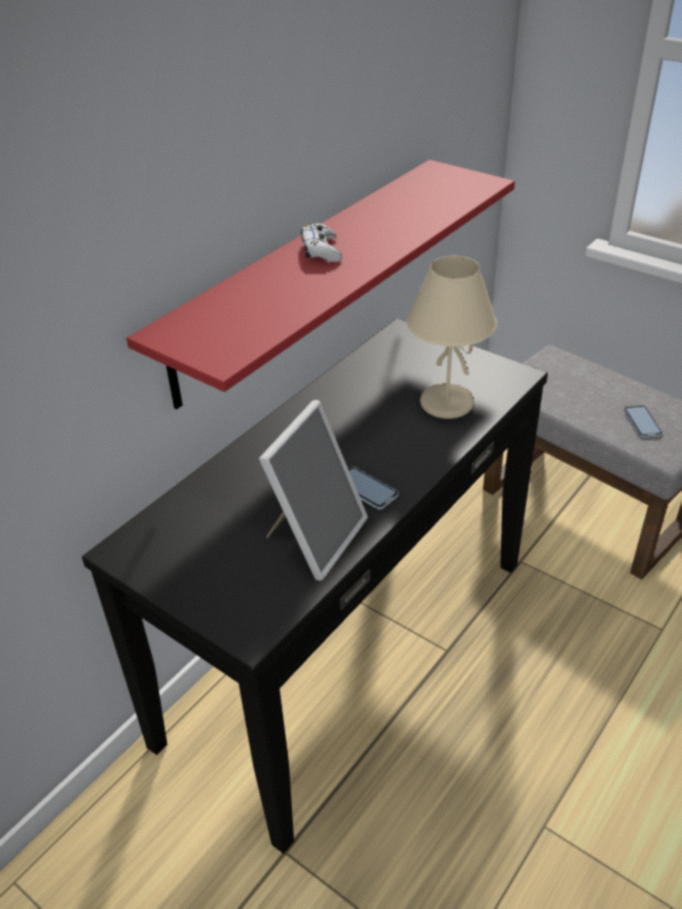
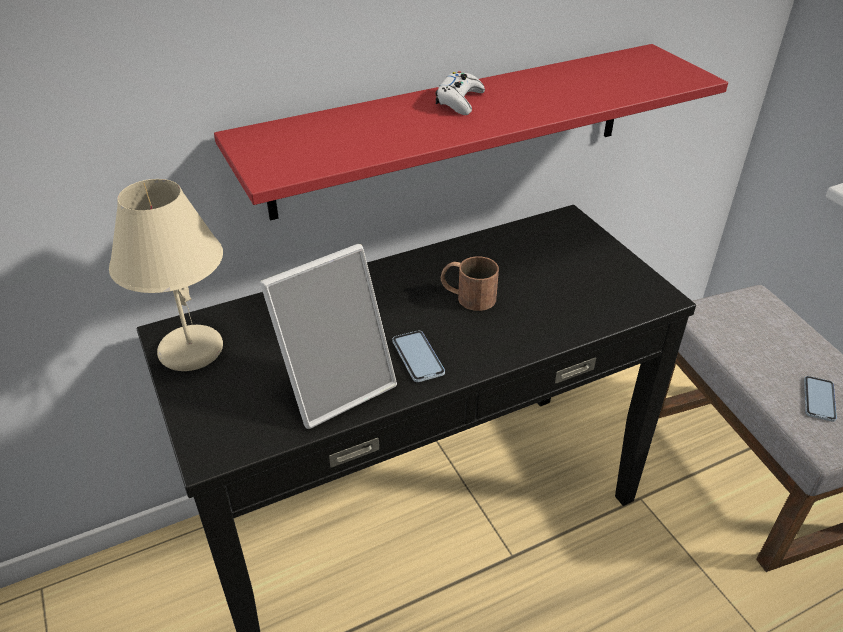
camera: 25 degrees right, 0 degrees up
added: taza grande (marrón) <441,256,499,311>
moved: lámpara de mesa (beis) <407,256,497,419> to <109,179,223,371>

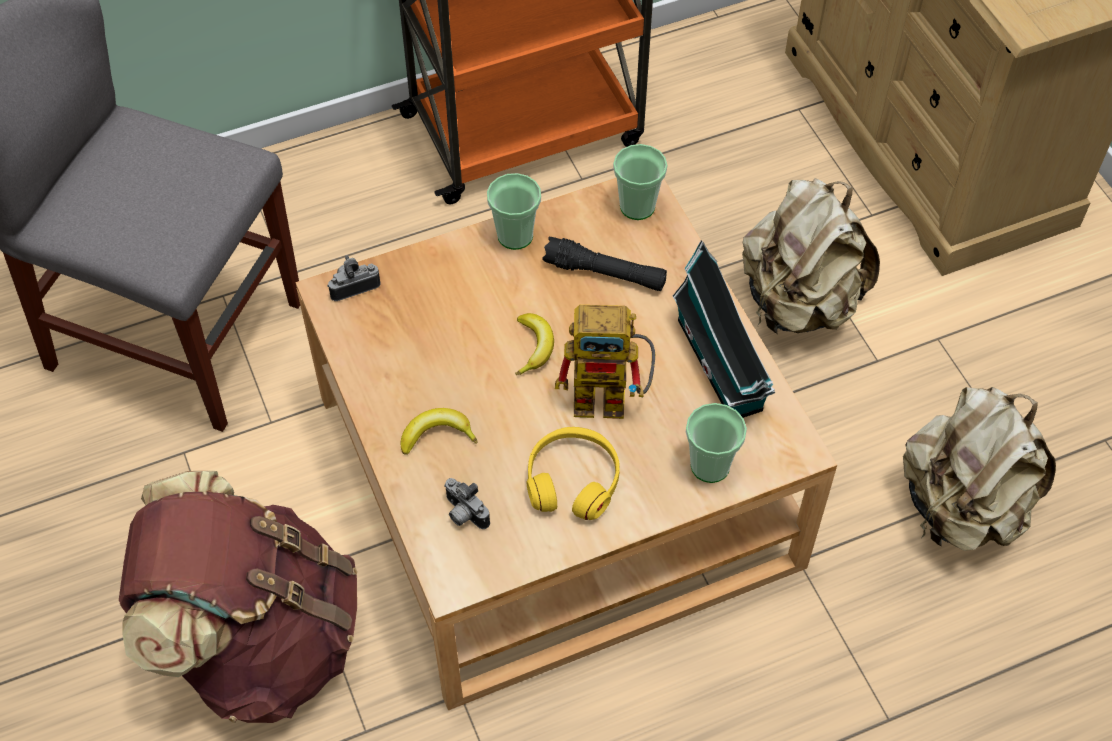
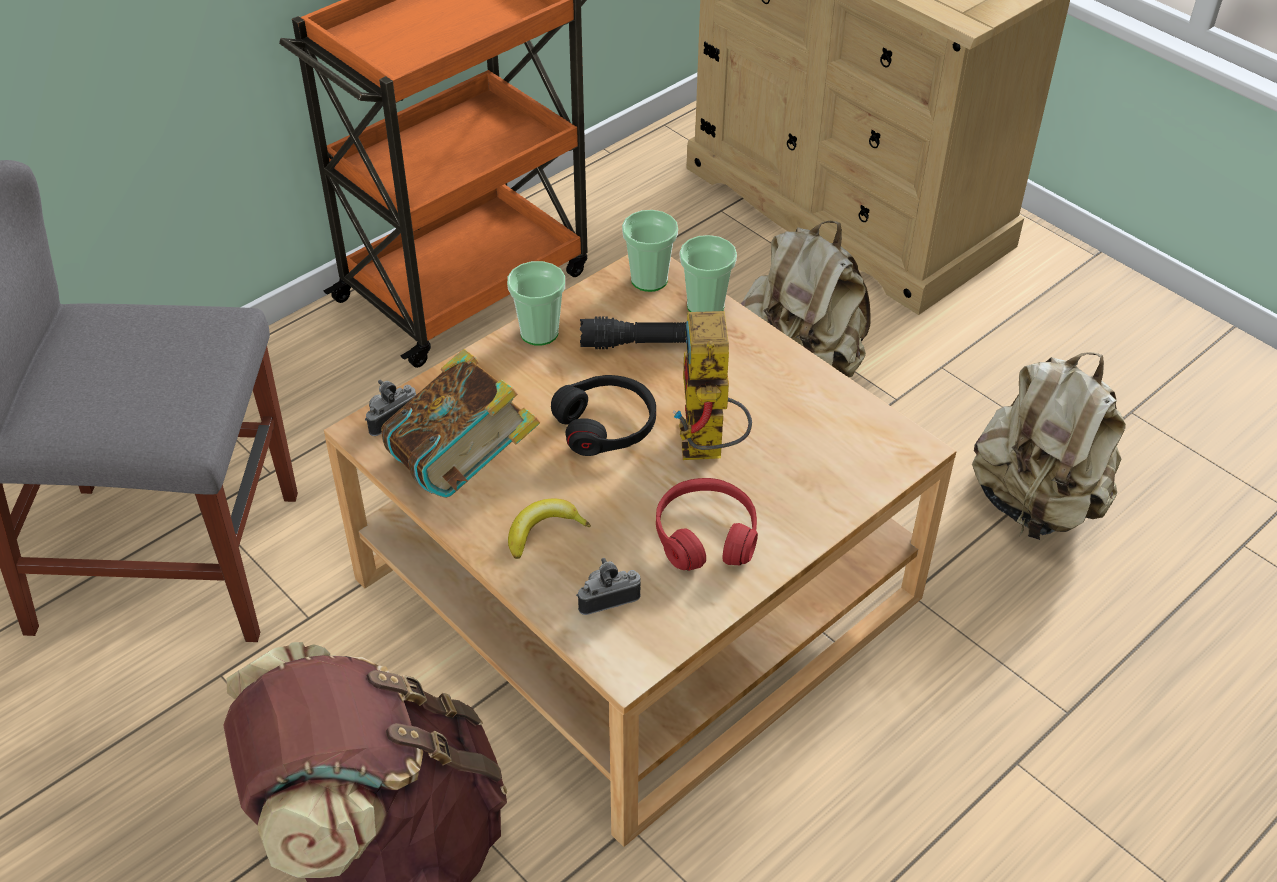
camera: 20 degrees left, 10 degrees down
removed: casita <673,241,775,418>
added: libro <381,349,540,498>
moved: taza <686,403,747,483> to <680,235,737,312>
replaced: plátano <515,313,554,375> to auriculares (negro) <551,375,656,456>
recoloured: auriculares (amarillo) <527,427,620,520> to auriculares (rojo) <656,478,758,571>
turned: cámara <444,478,490,529> = <576,558,641,615> 135 degrees clockwise; robot de juguete <555,305,655,419> = <673,311,752,460> 105 degrees clockwise

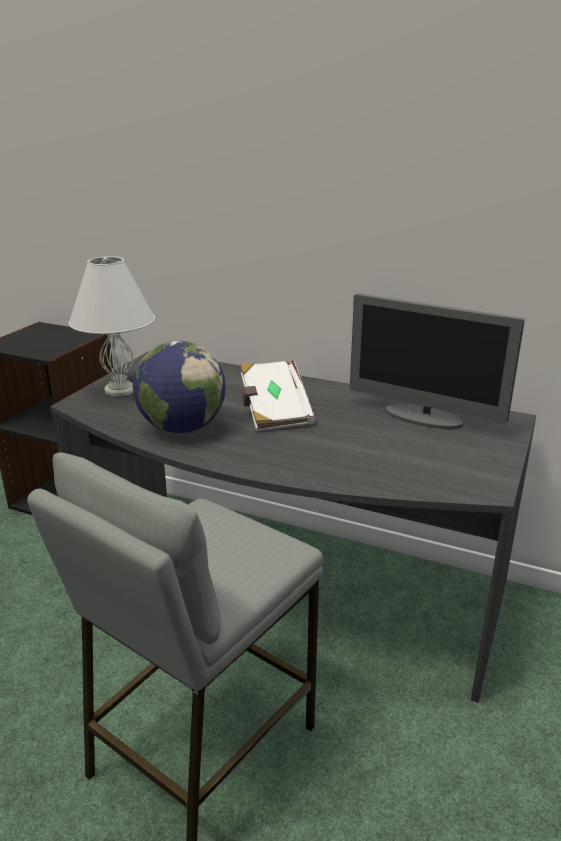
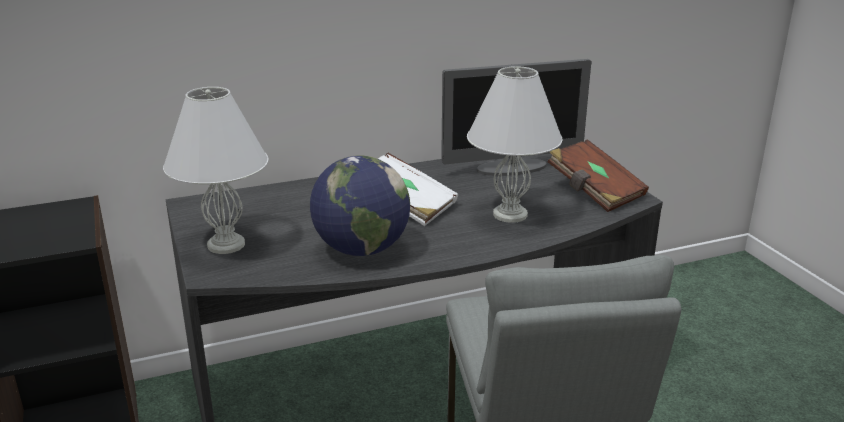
camera: 45 degrees left, 0 degrees up
added: lámpara de mesa (blanco) <467,66,563,223>; libro (marrón) <547,139,649,212>

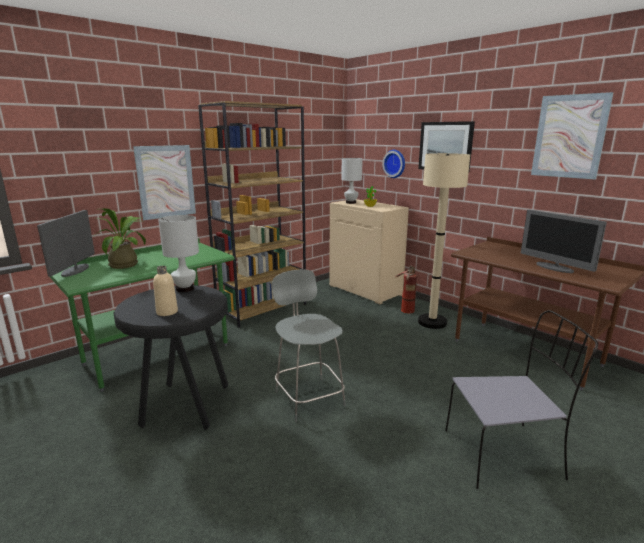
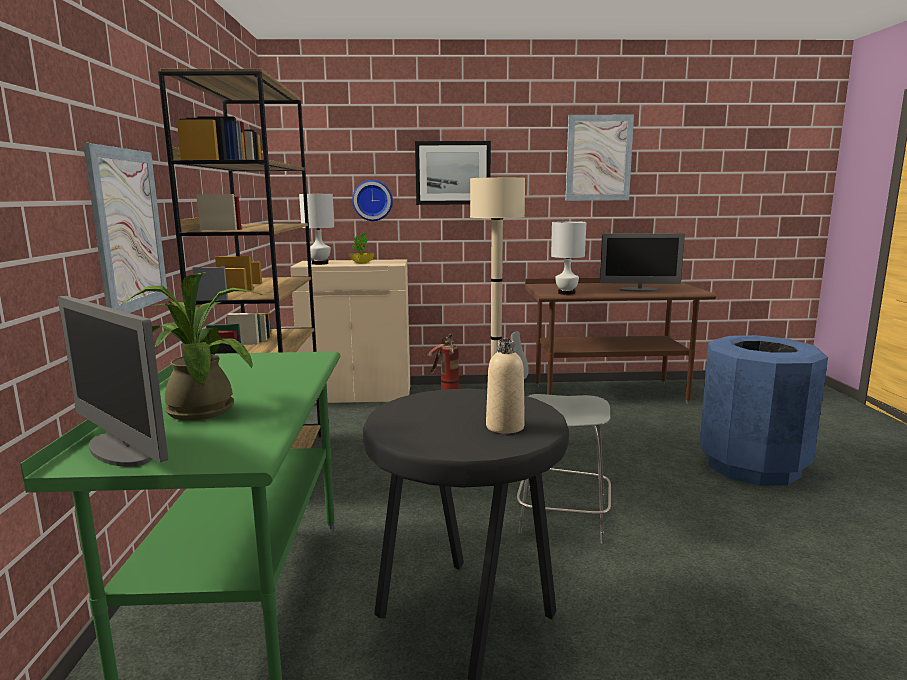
camera: 50 degrees left, 5 degrees down
moved: lámpara de mesa (blanco) <158,215,199,292> to <551,221,586,295>
replaced: silla (gris) <445,310,598,489> to papelera (azul) <700,335,828,486>

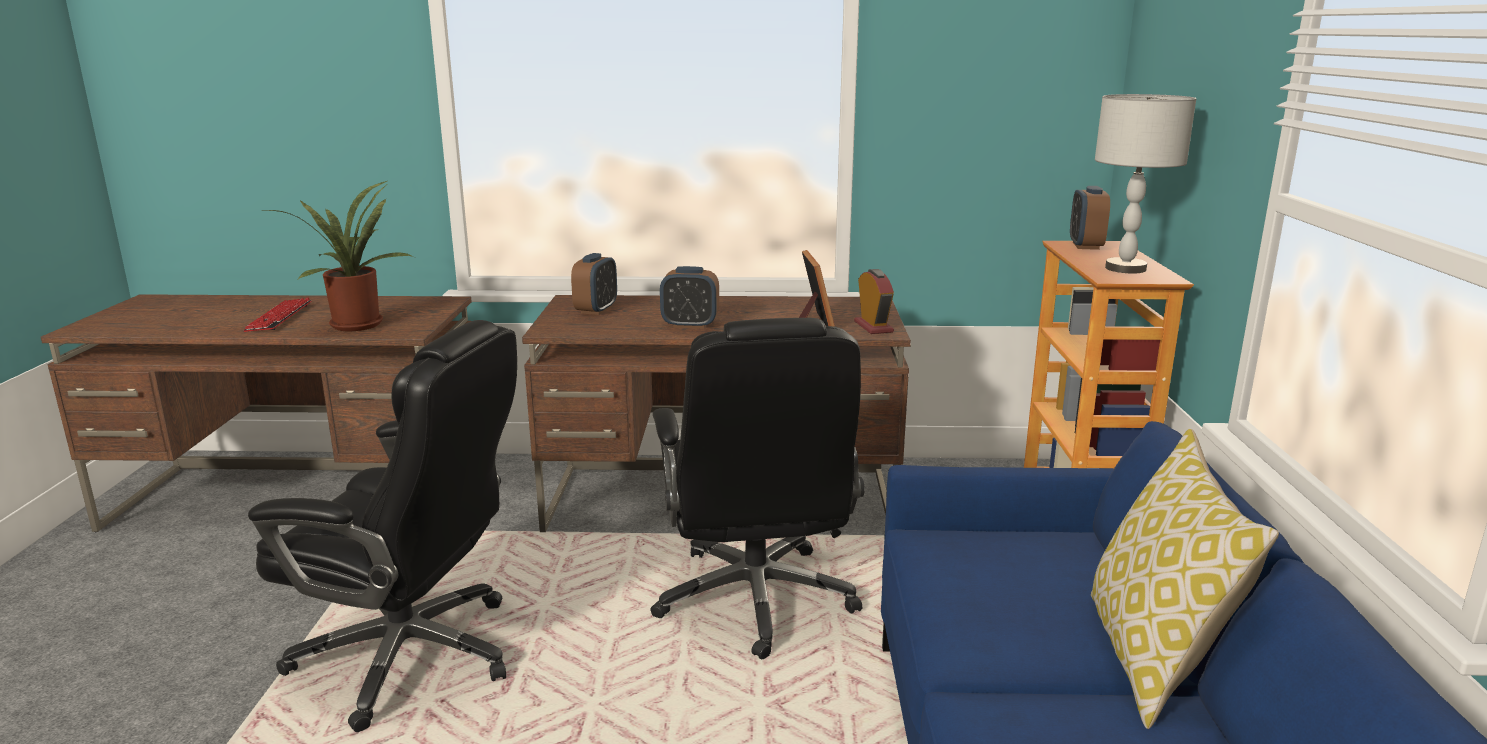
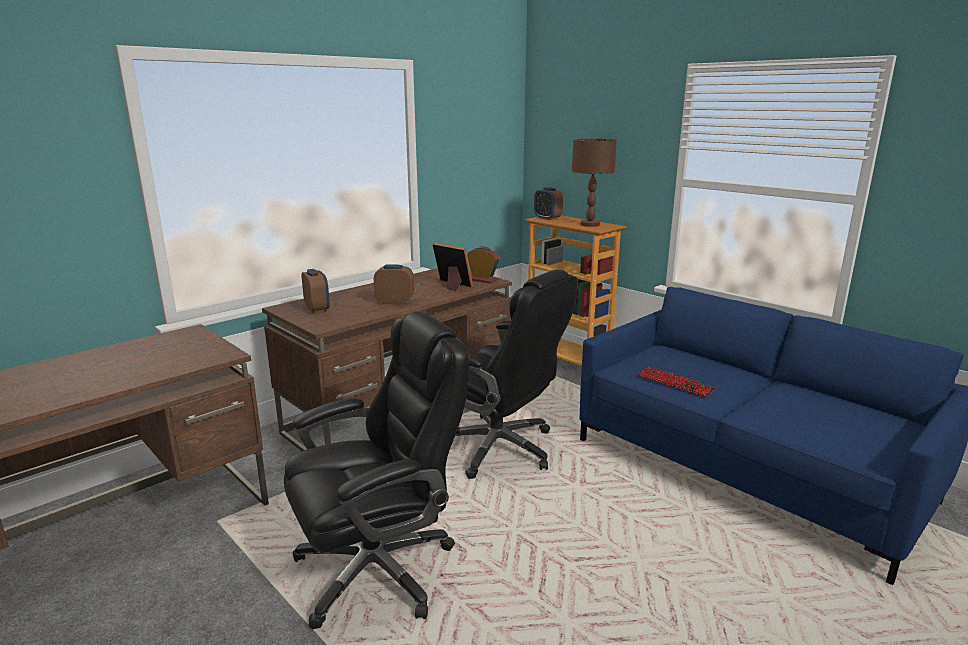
camera: 45 degrees left, 0 degrees up
removed: planta en maceta <265,181,414,331>; cojín <1091,428,1279,729>
moved: teclado <243,298,312,332> to <637,366,715,398>
recoloured: lámpara de mesa (gris) <1095,94,1197,273> to lámpara de mesa (marrón) <572,139,617,227>
turned: despertador <660,266,719,329> = <374,264,414,305> 135 degrees counterclockwise

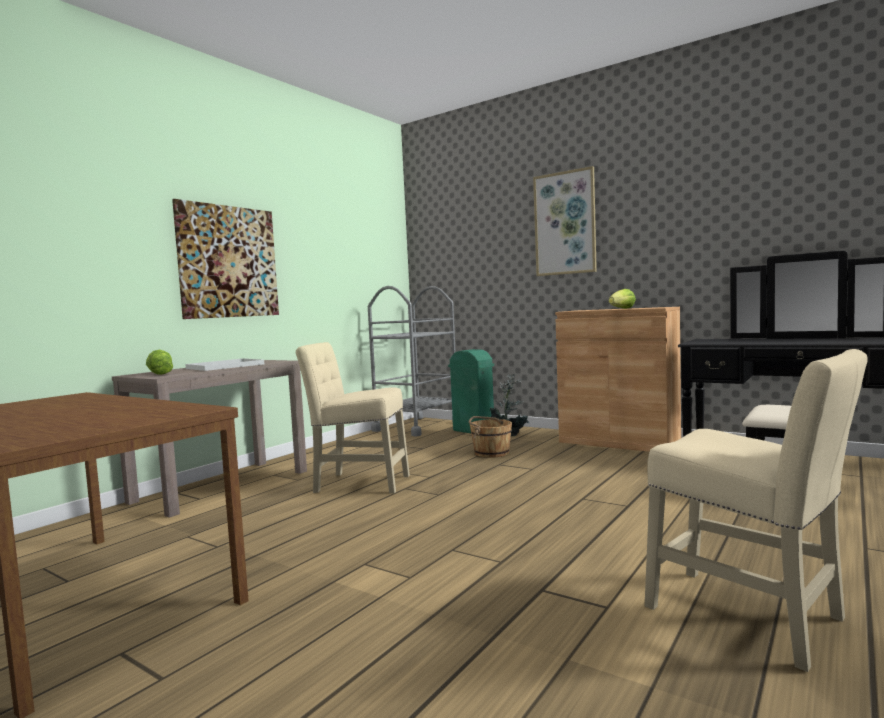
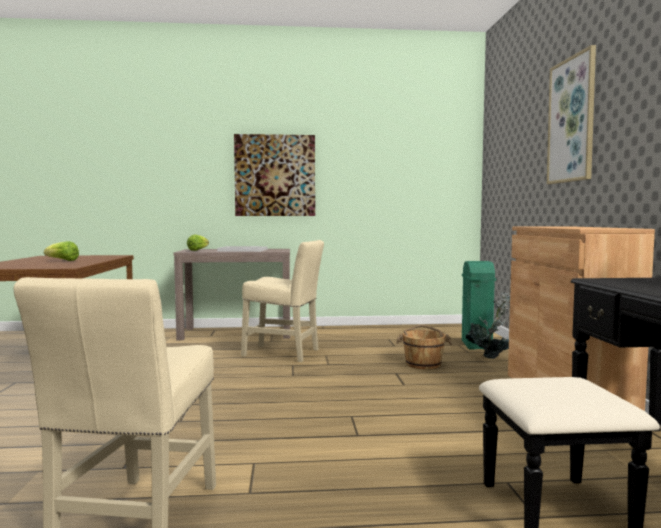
camera: 50 degrees right, 0 degrees up
removed: carrito (gris) <368,286,456,436>
moved: lechuga <609,289,636,309> to <44,241,79,261>
turned: silla (beis) <296,342,410,494> = <241,240,324,362> 135 degrees clockwise

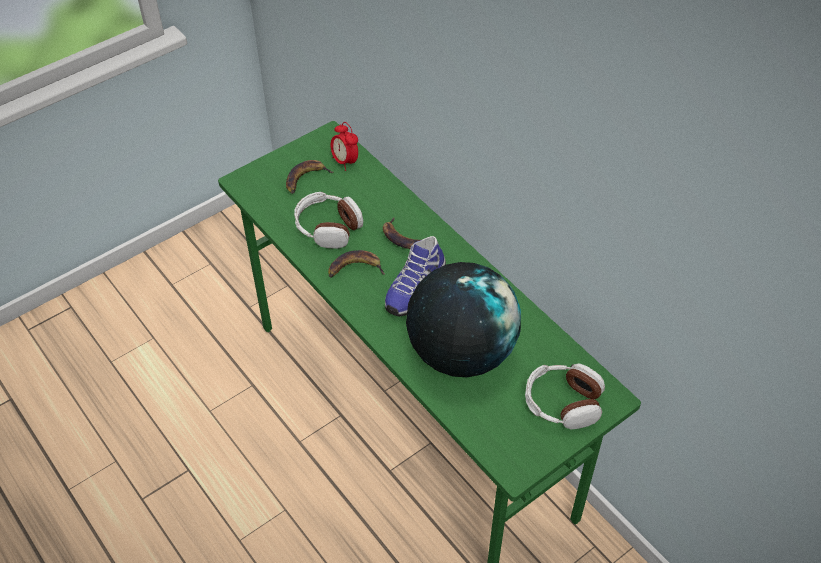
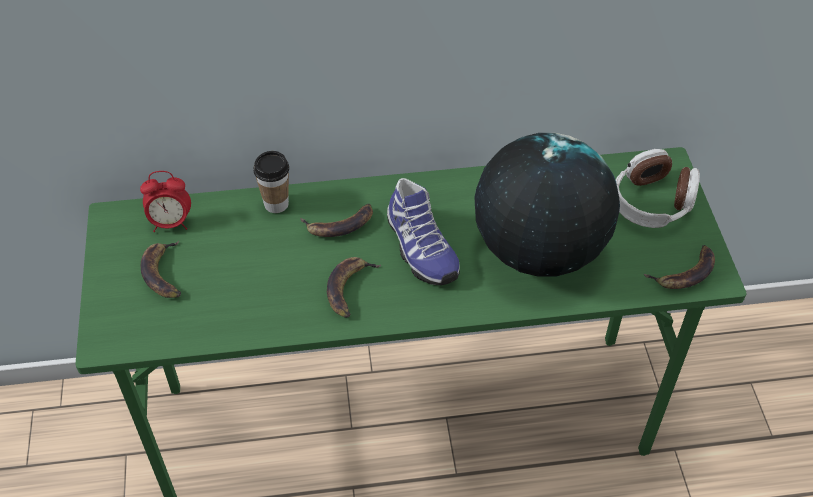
camera: 60 degrees left, 0 degrees up
removed: auriculares <294,192,363,249>
added: taza <253,151,289,213>; plátano <644,245,715,289>

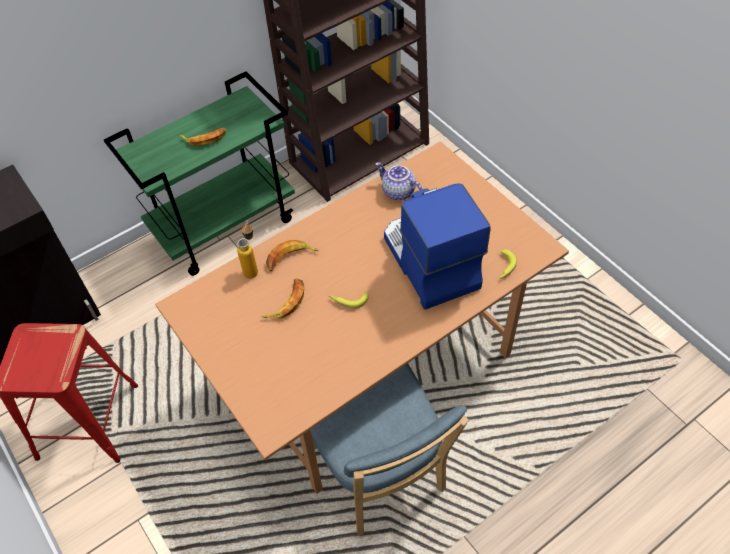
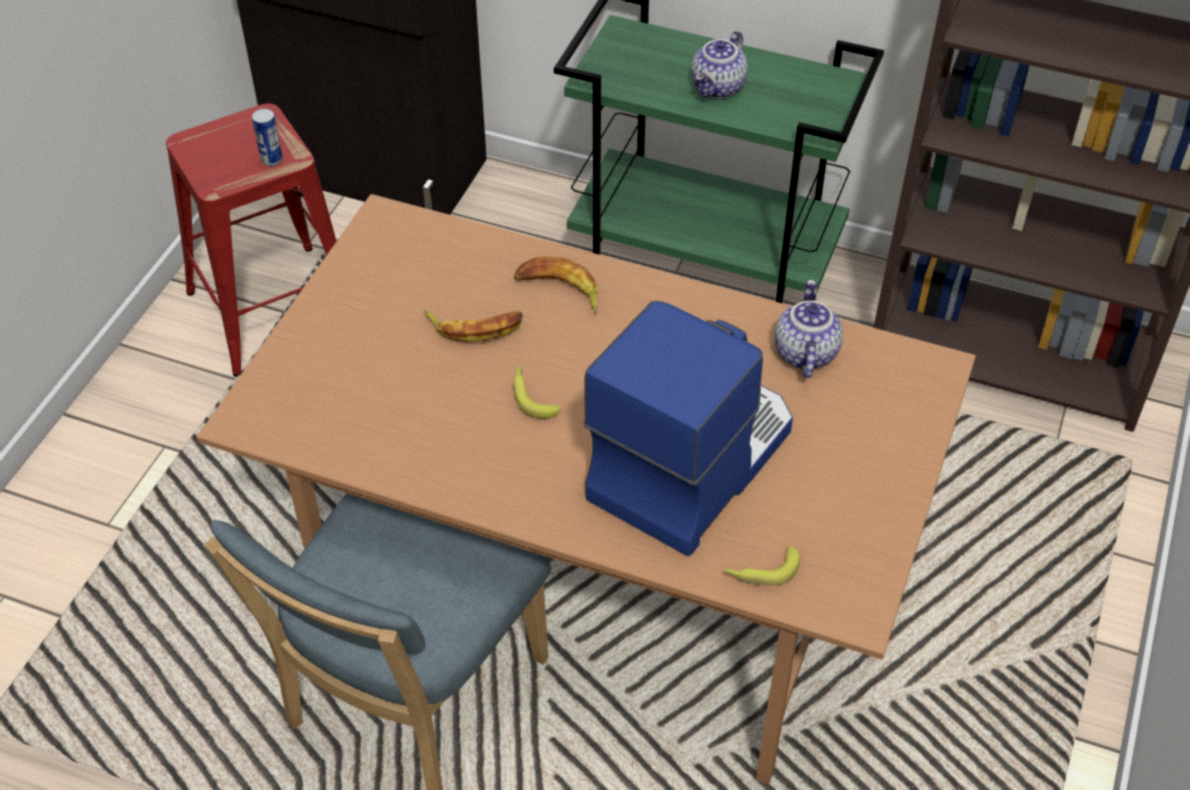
camera: 55 degrees right, 5 degrees down
removed: botella <237,223,258,278>
added: lata <252,109,282,166>
replaced: plátano <180,128,226,146> to tetera <691,31,748,99>

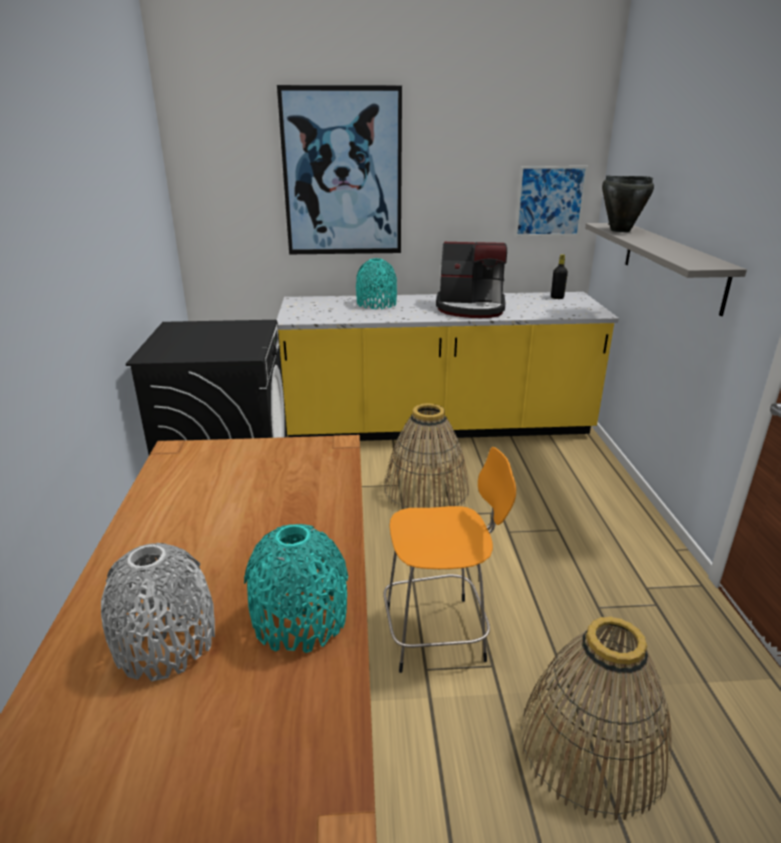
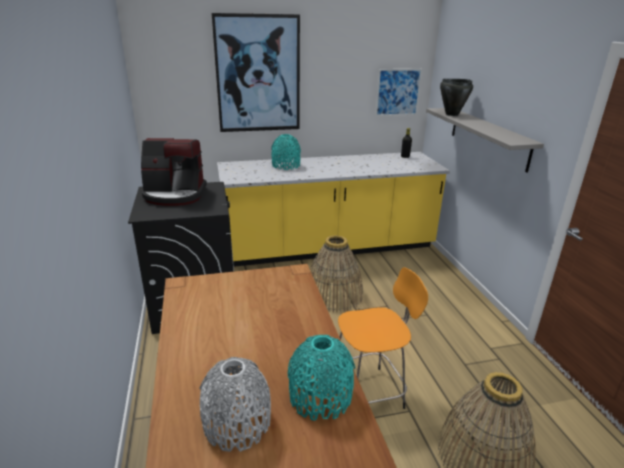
camera: 10 degrees left, 0 degrees up
moved: cafetera <436,242,507,318> to <141,138,207,206>

